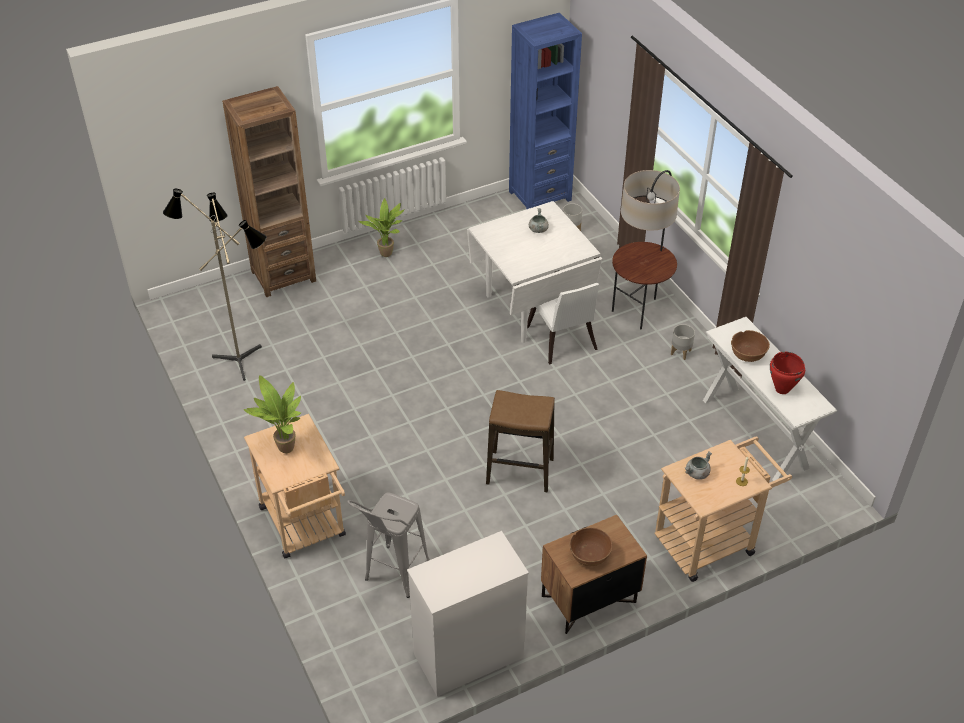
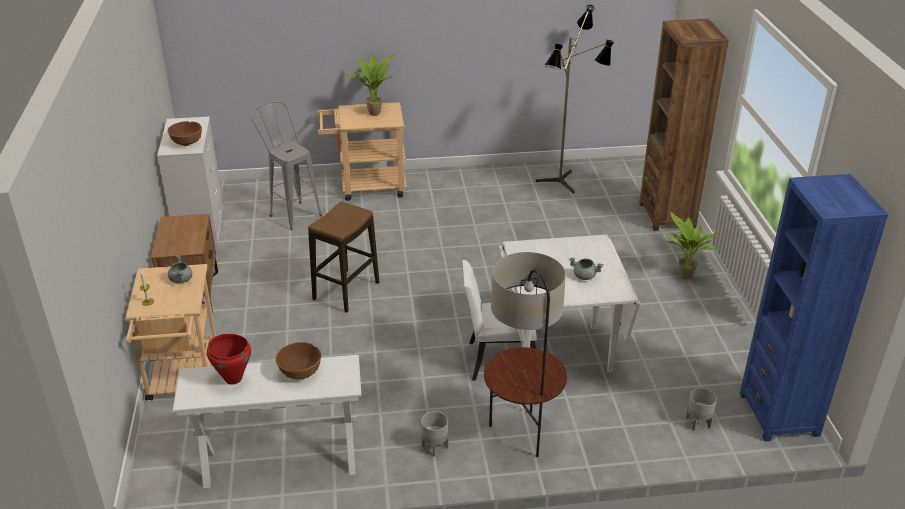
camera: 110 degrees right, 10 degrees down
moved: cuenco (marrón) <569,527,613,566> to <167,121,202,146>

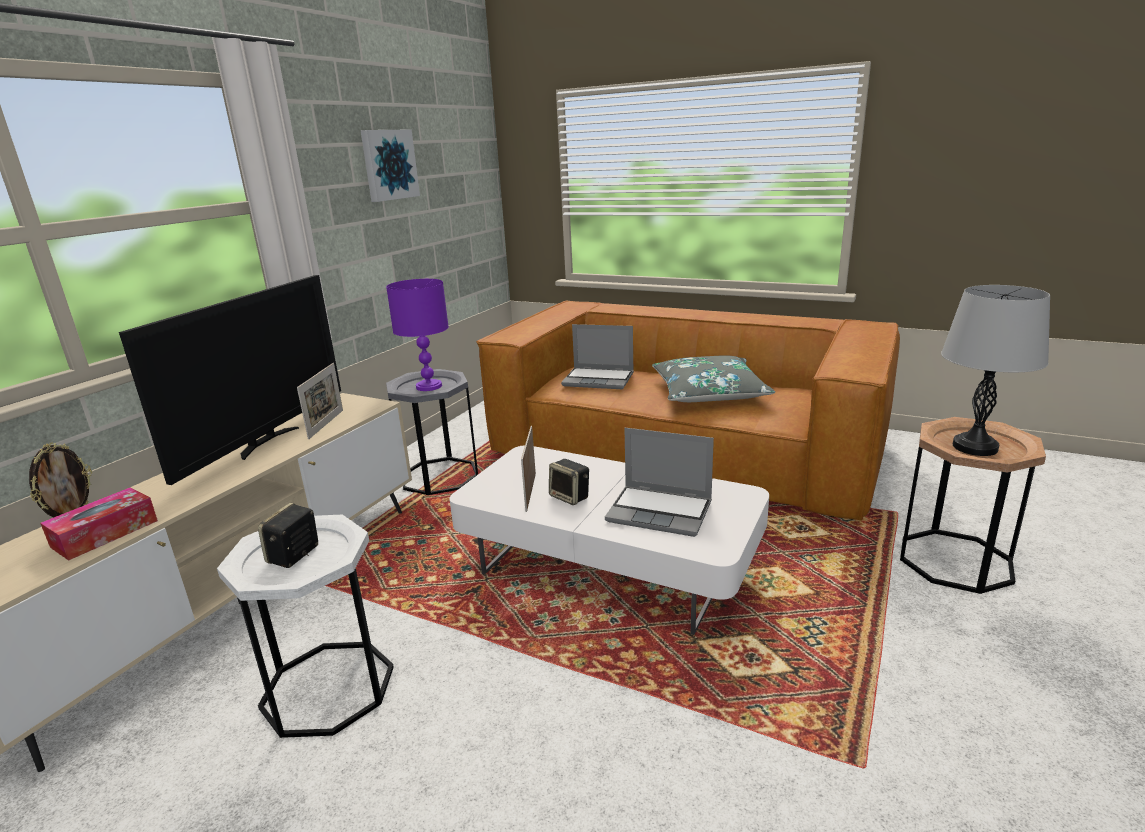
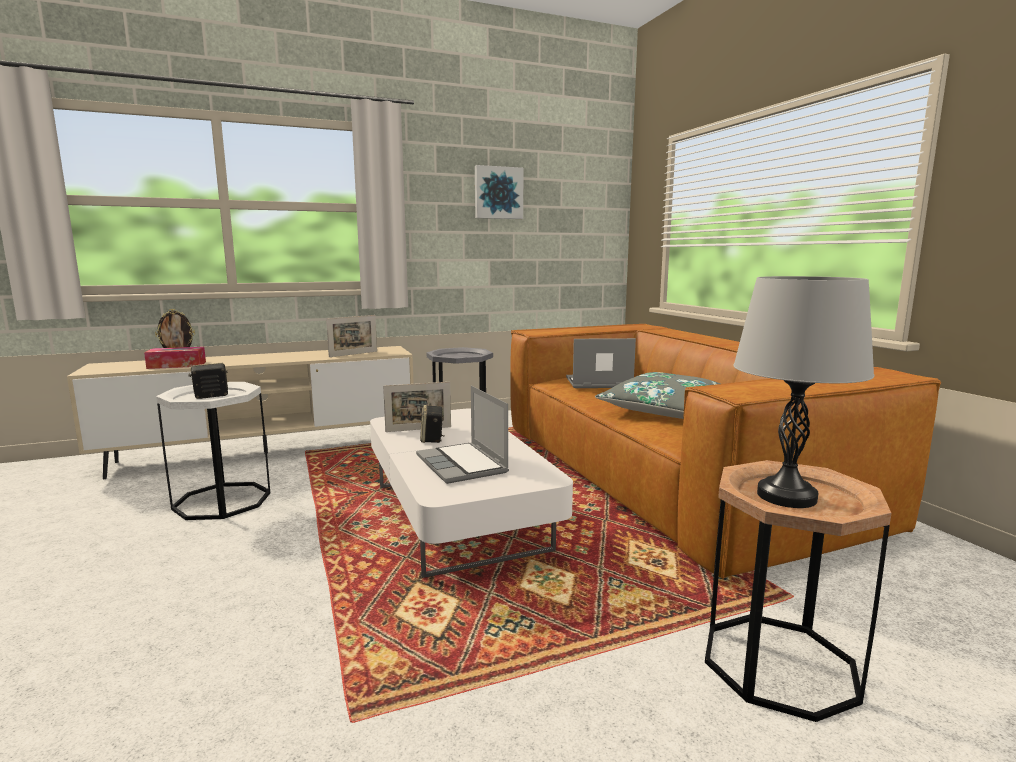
camera: 40 degrees right, 10 degrees down
removed: televisor <119,275,341,485>; lámpara de mesa (morado) <386,279,449,391>
turned: portarretratos <521,426,536,512> = <383,382,451,432> 150 degrees counterclockwise; portátil <561,324,634,389> = <566,338,636,388> 120 degrees clockwise

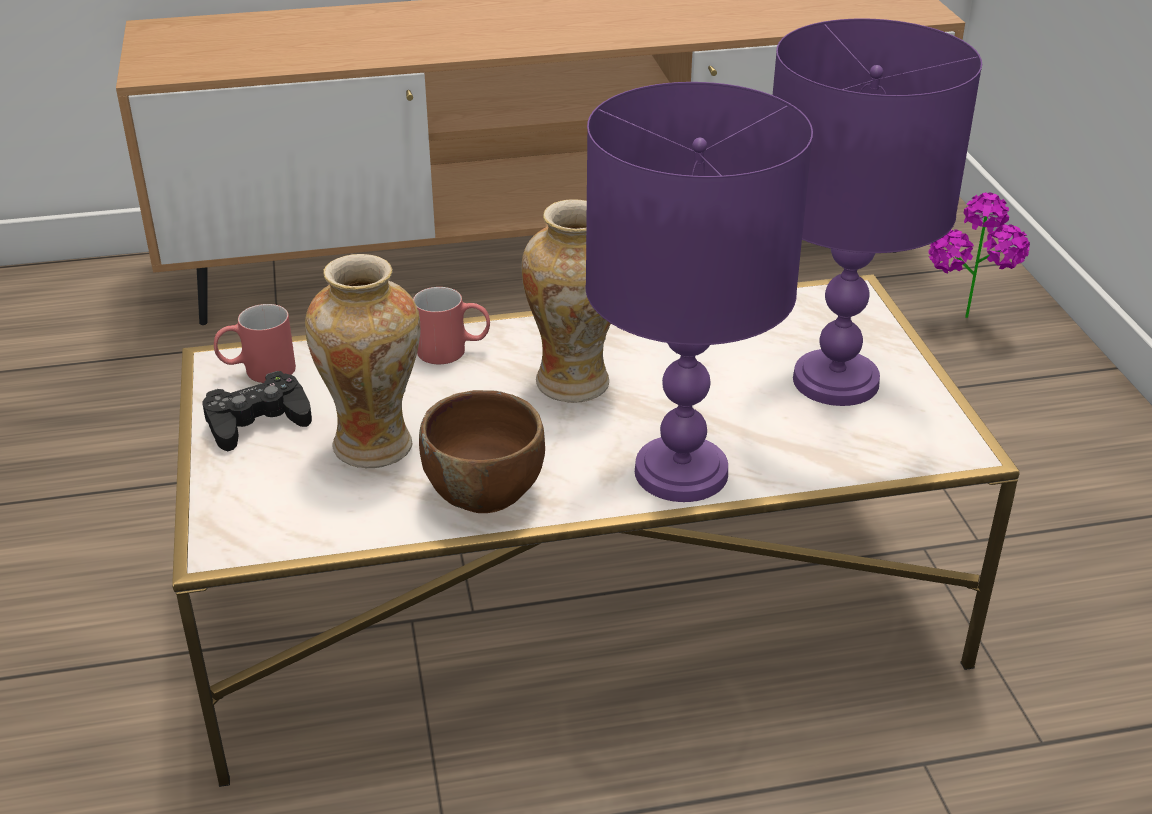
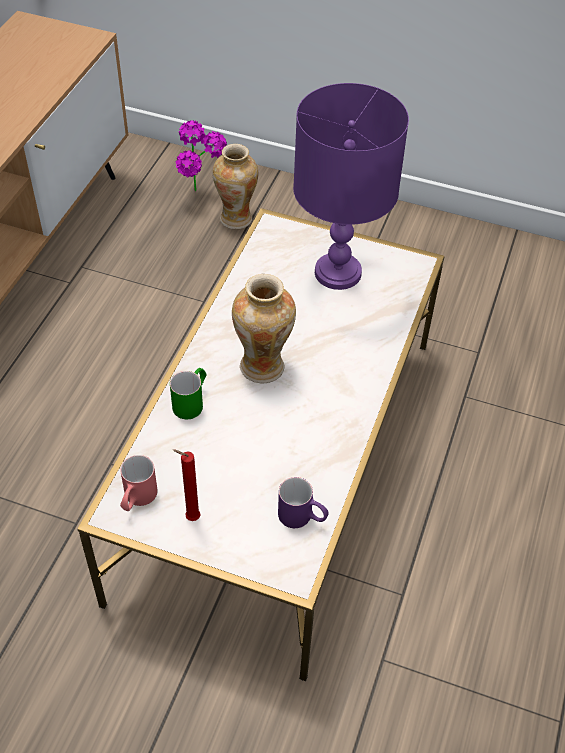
camera: 60 degrees left, 15 degrees up
removed: cuenco (marrón) <419,390,545,513>; lámpara de mesa (morado) <585,82,813,502>
added: taza grande (morado) <278,477,329,528>
moved: florero <305,254,420,468> to <213,144,258,229>
replaced: mando de consola (negro) <202,371,312,451> to vela (rojo) <173,449,200,521>
recoloured: taza grande (rojo) <413,287,490,364> to taza grande (verde) <170,368,207,419>

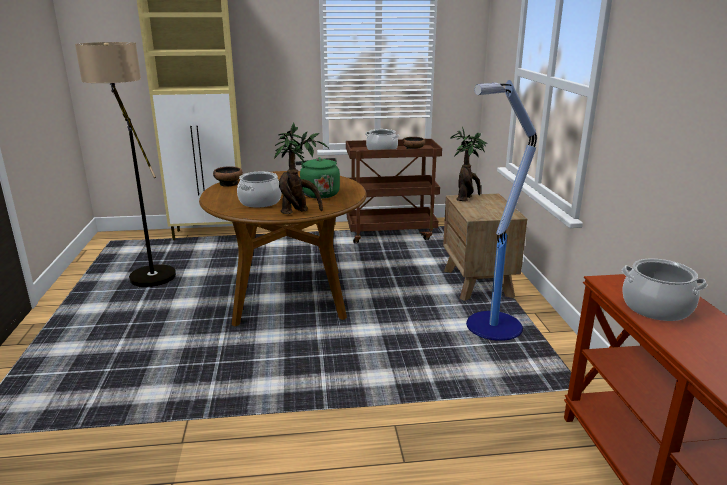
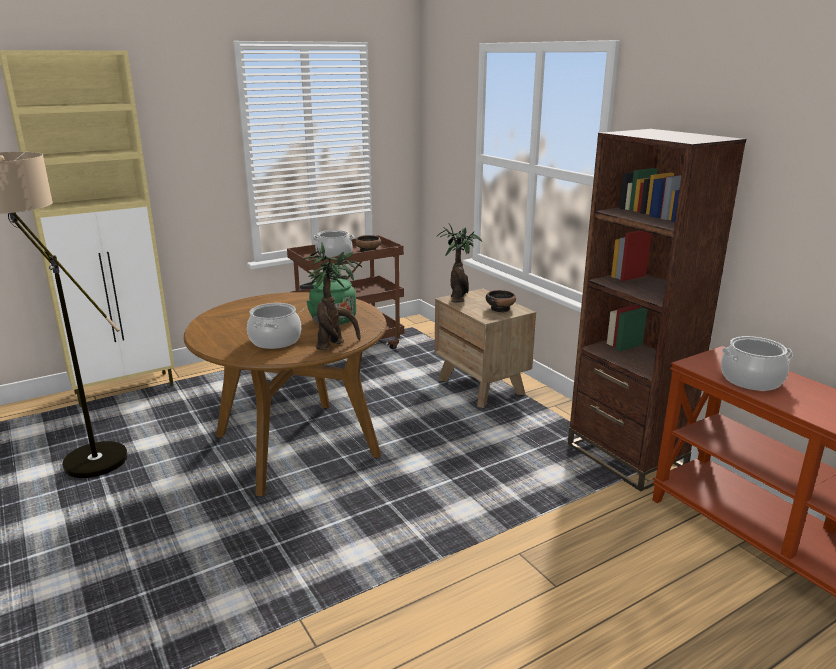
camera: 25 degrees left, 0 degrees up
removed: lámpara de pie <466,80,537,341>
added: estantería (marrón) <568,129,746,491>
moved: cuenco <213,166,243,187> to <486,290,516,312>

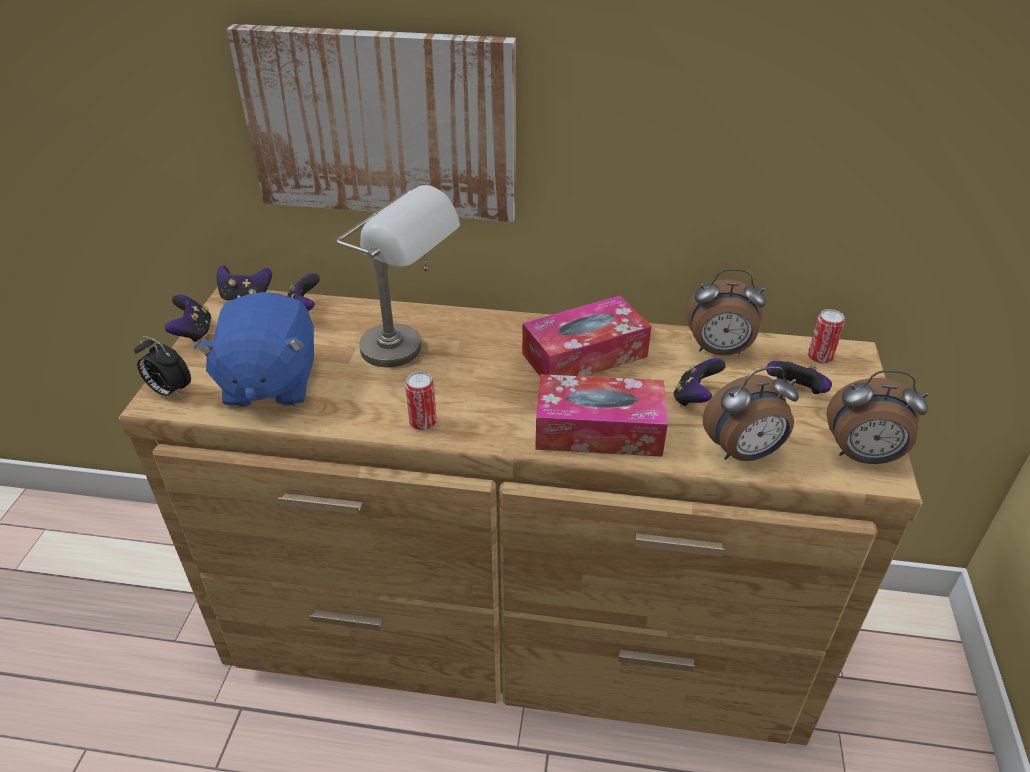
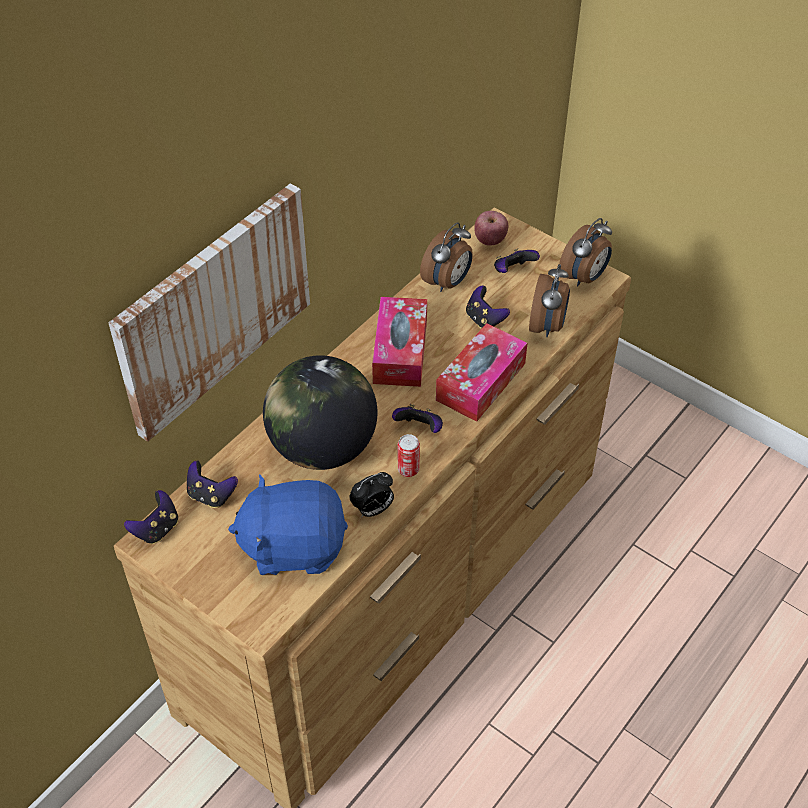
camera: 60 degrees left, 10 degrees up
moved: despertador <134,336,191,399> to <350,472,394,517>; mando de consola <164,295,212,343> to <392,404,443,433>
replaced: lámpara de mesa (gris) <336,185,460,367> to globo terráqueo <263,355,377,470>; lata <808,309,845,364> to manzana <474,211,509,246>
turned: peluche (azul) <194,292,314,407> = <228,474,348,575> 150 degrees clockwise

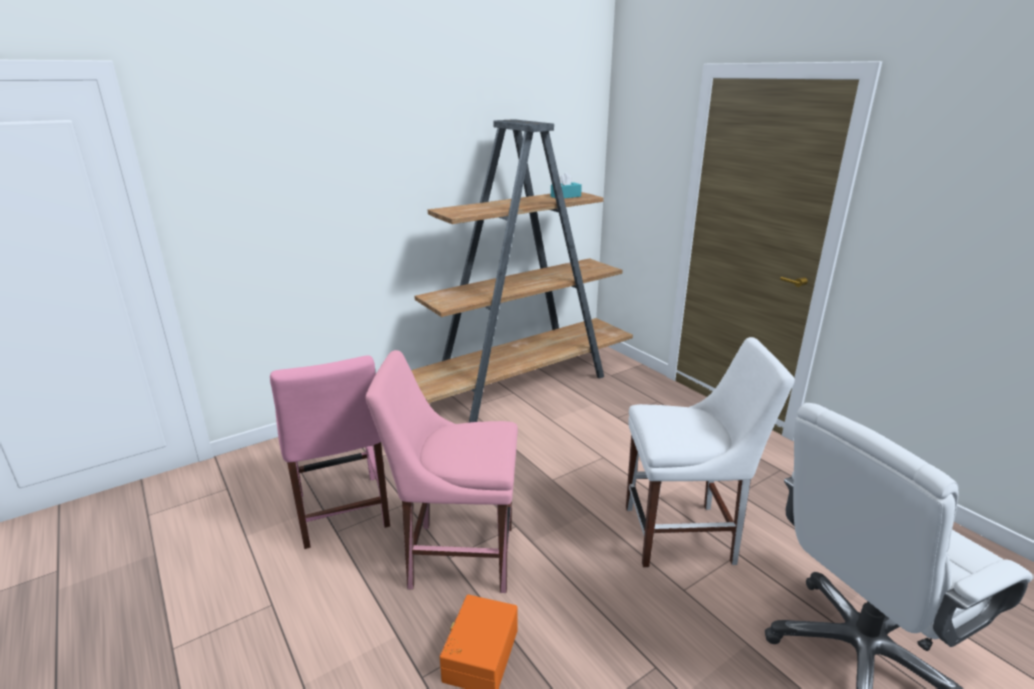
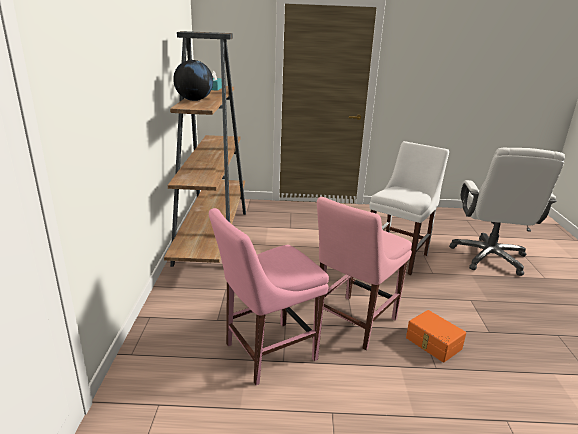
camera: 55 degrees left, 0 degrees up
added: globo terráqueo <173,60,213,101>
turned: silla (rosa) <270,355,390,549> = <209,208,329,385> 135 degrees clockwise

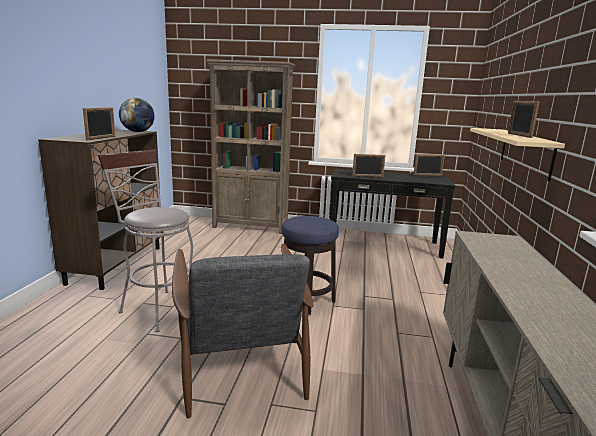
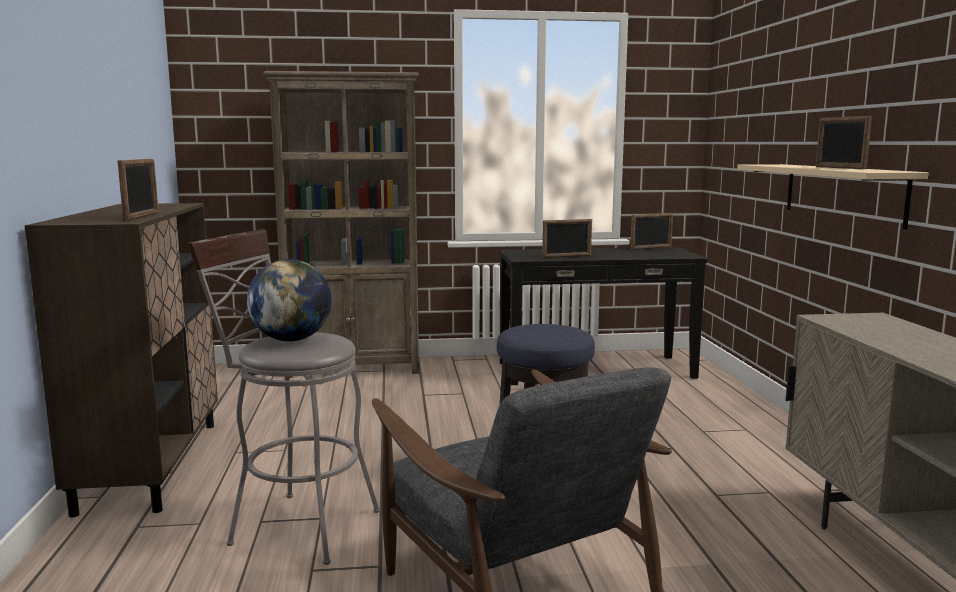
camera: 15 degrees left, 5 degrees down
moved: globo terráqueo <119,98,155,132> to <247,259,332,341>

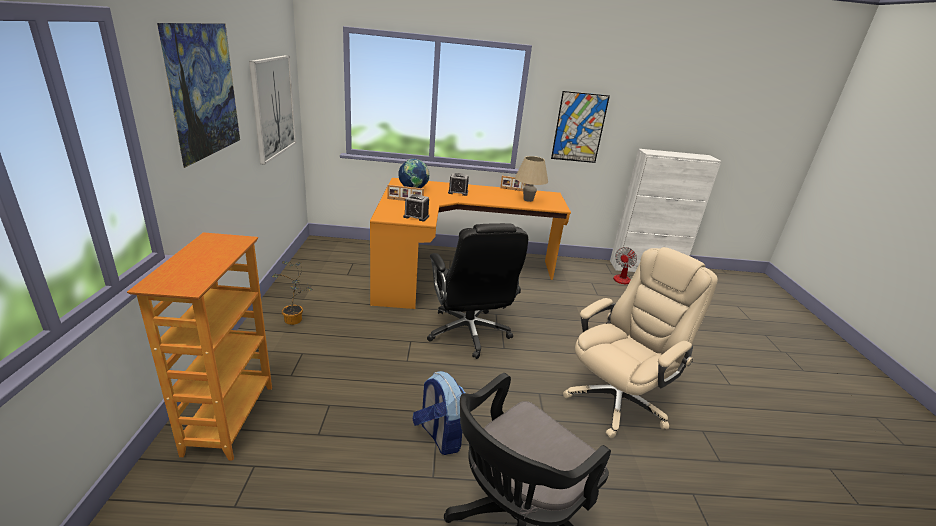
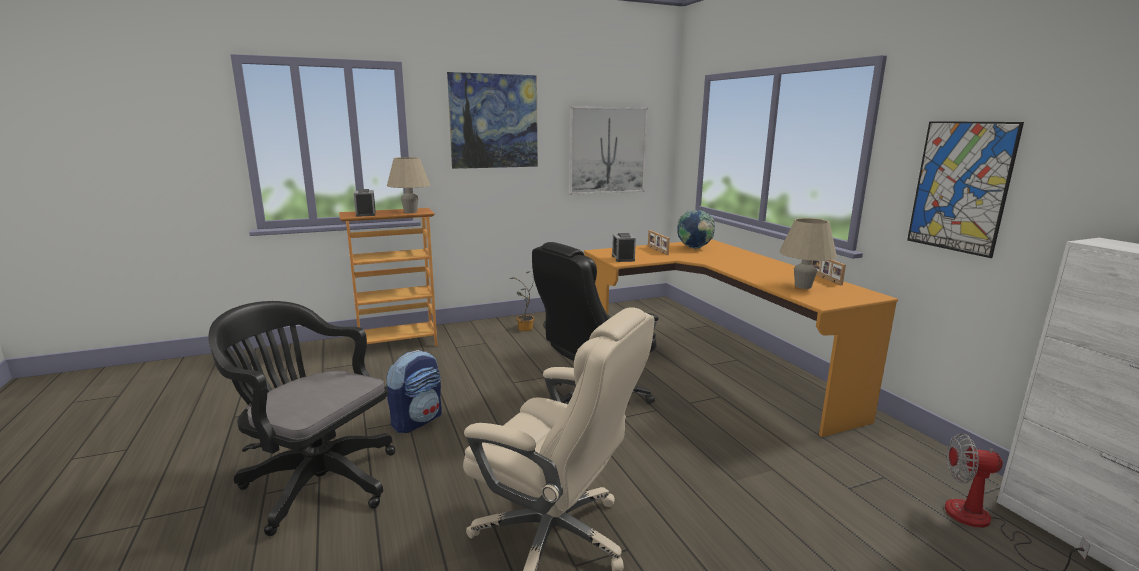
camera: 70 degrees right, 10 degrees down
added: lámpara de mesa (beis) <387,157,430,213>
moved: despertador <448,173,469,196> to <354,189,376,217>

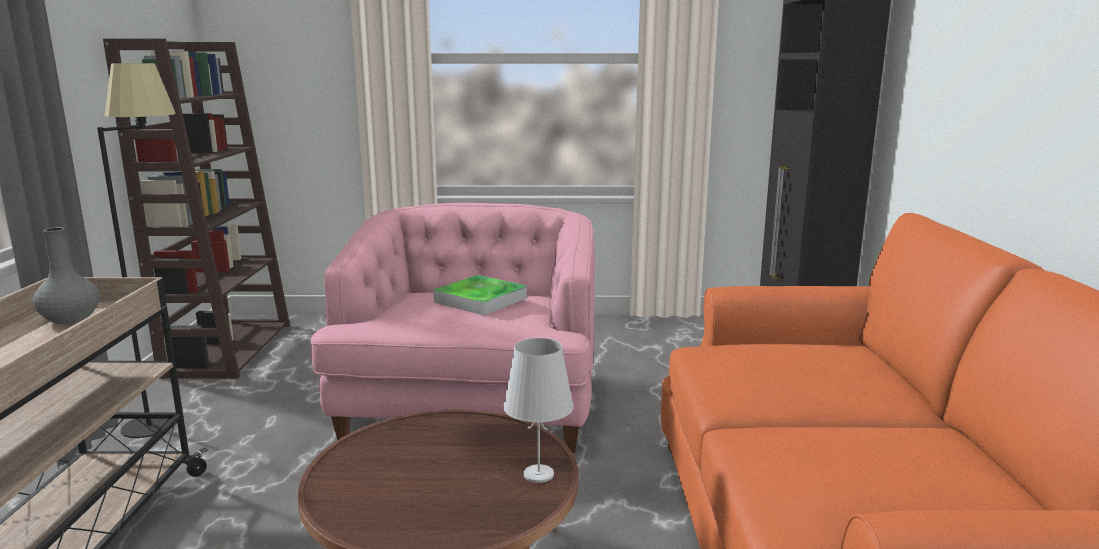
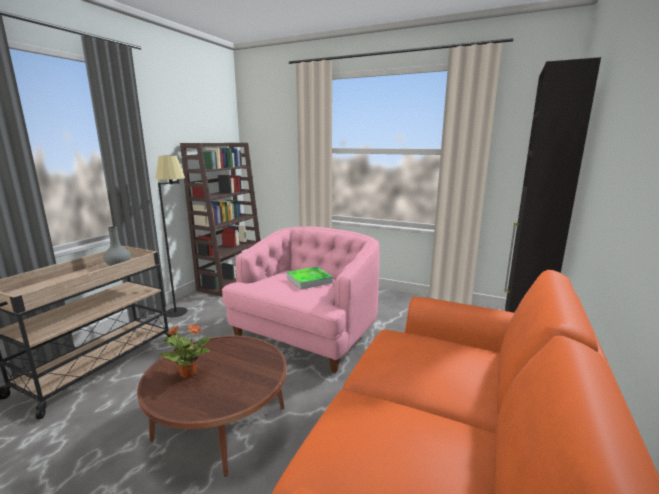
camera: 25 degrees right, 0 degrees up
removed: lámpara de mesa (blanco) <503,338,574,483>
added: planta en maceta <159,324,210,378>

